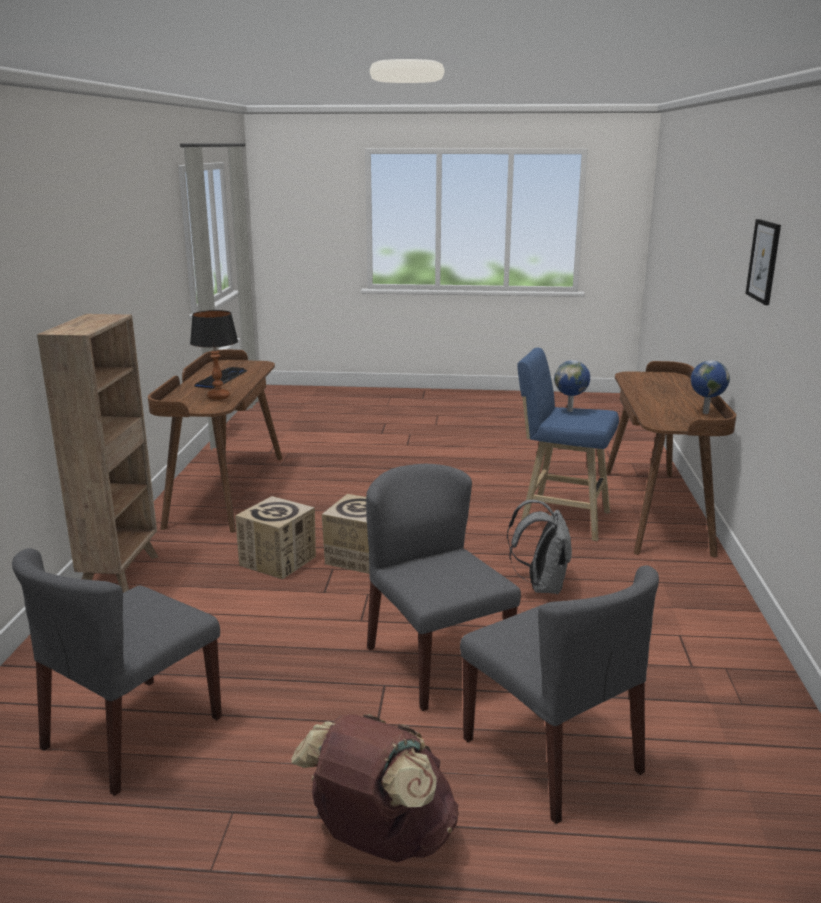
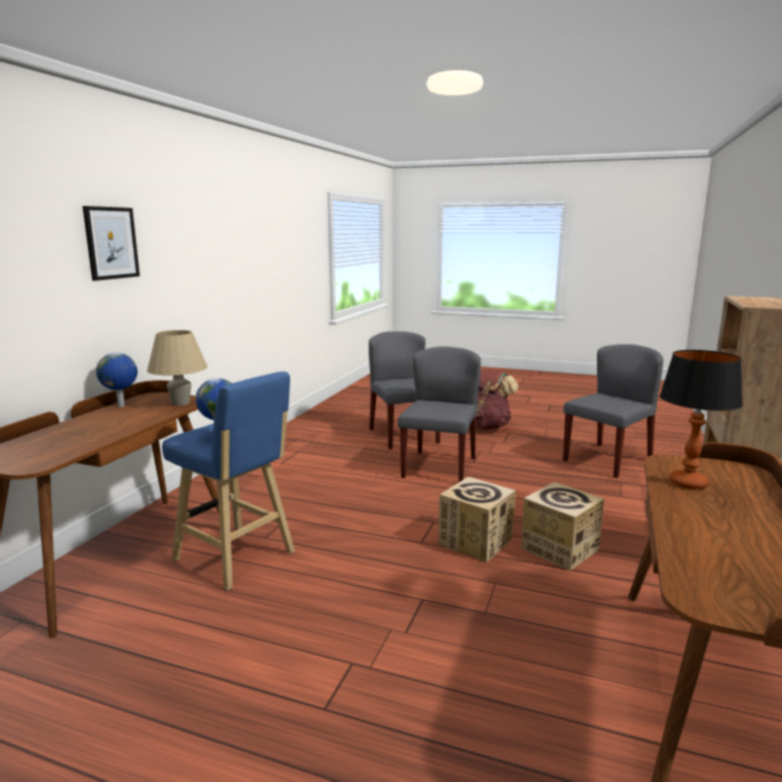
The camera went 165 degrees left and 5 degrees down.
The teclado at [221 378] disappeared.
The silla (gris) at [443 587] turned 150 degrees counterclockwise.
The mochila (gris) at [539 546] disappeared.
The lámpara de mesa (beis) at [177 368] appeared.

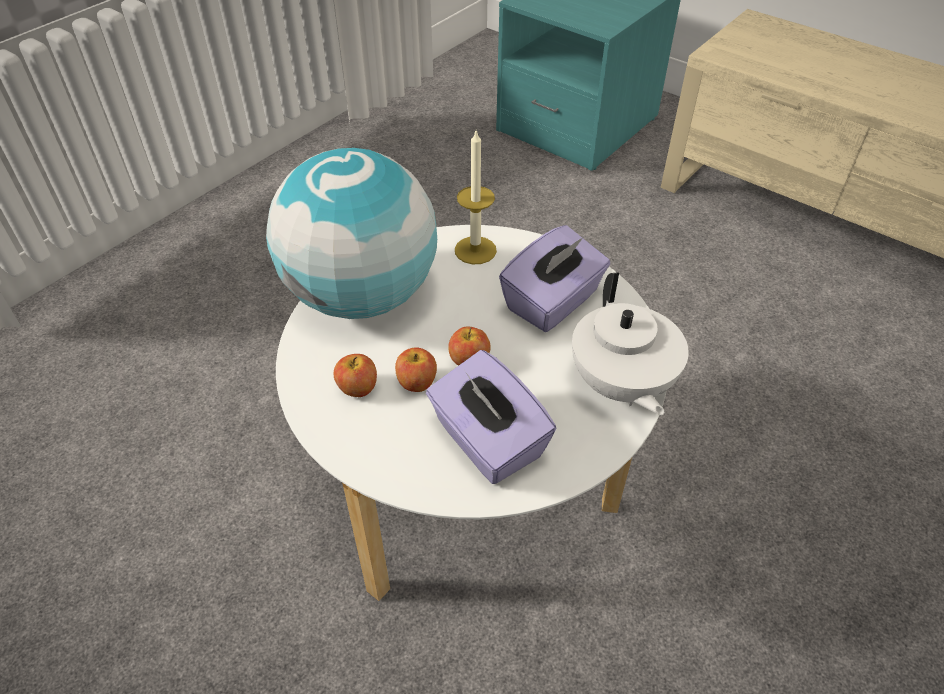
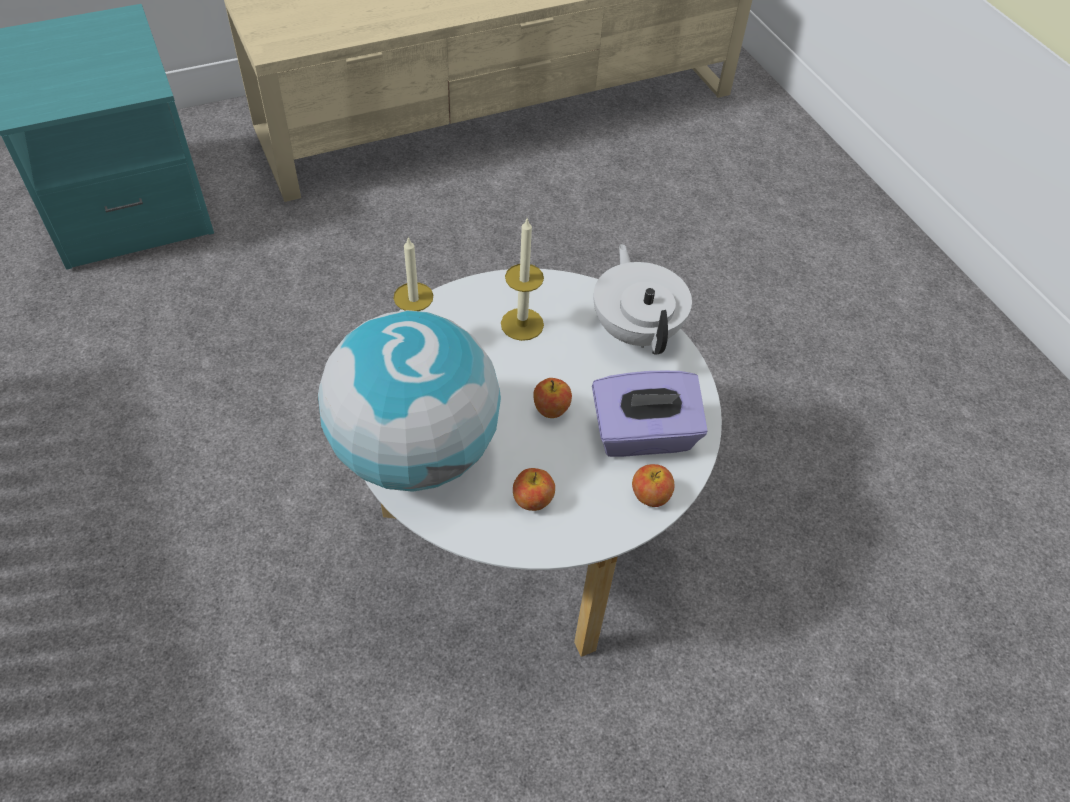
The camera went 65 degrees left and 5 degrees up.
The manzana moved from [416 369] to [653 485].
The caja de pañuelos (morado) at [554 278] was replaced by the vela at [522 280].
The tetera (blanco) at [630 344] turned 120 degrees counterclockwise.

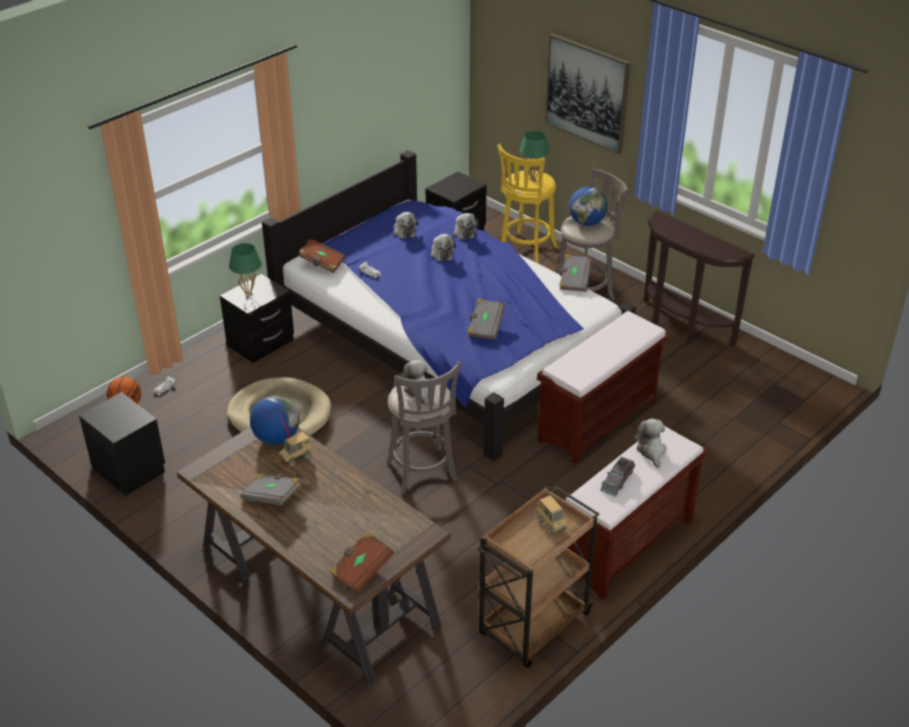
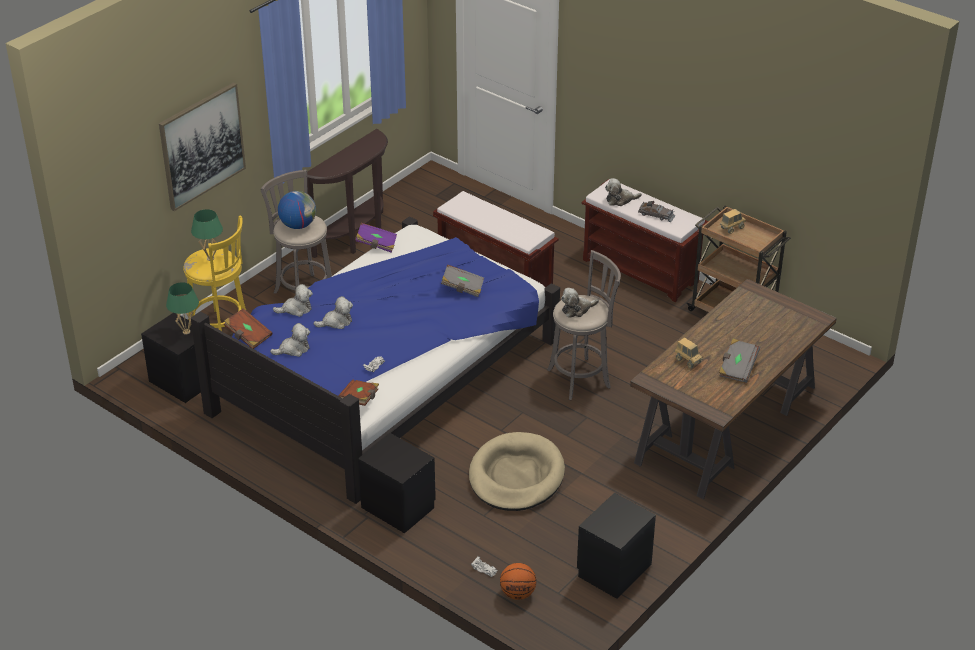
The camera went 95 degrees left and 0 degrees up.
The lámpara de mesa (verde) moved from [245 270] to [182 308].
The globo terráqueo at [275 420] disappeared.
The libro (marrón) moved from [361 562] to [248 328].
The libro (gris) at [575 273] became the libro (morado) at [376 238].

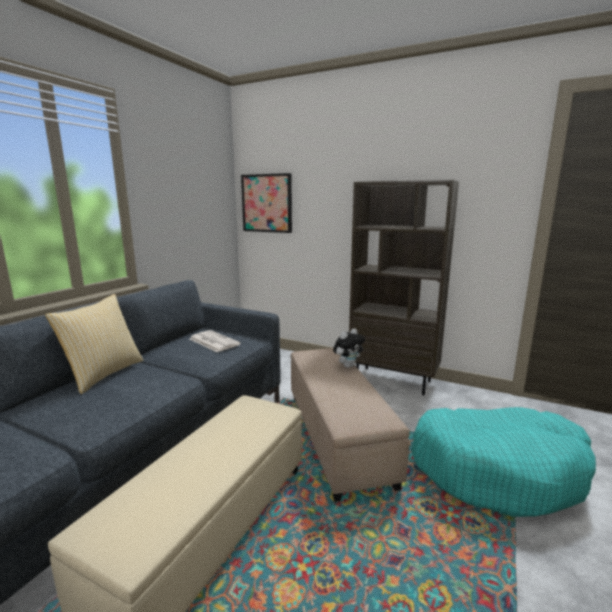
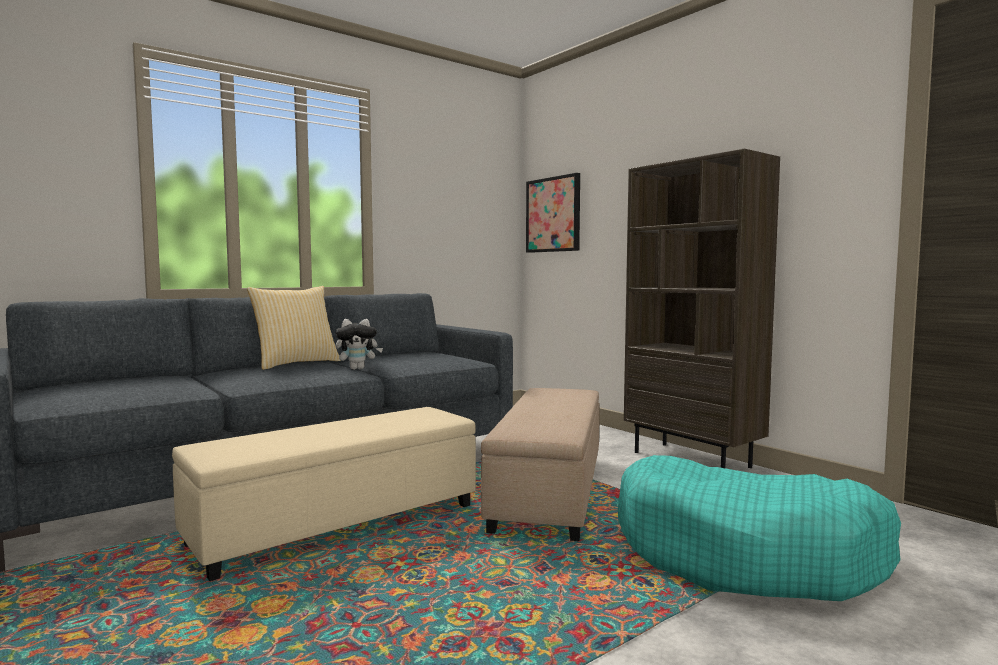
The camera went 25 degrees right and 10 degrees down.
The periódico at [215 341] disappeared.
The peluche moved from [349 348] to [359 344].

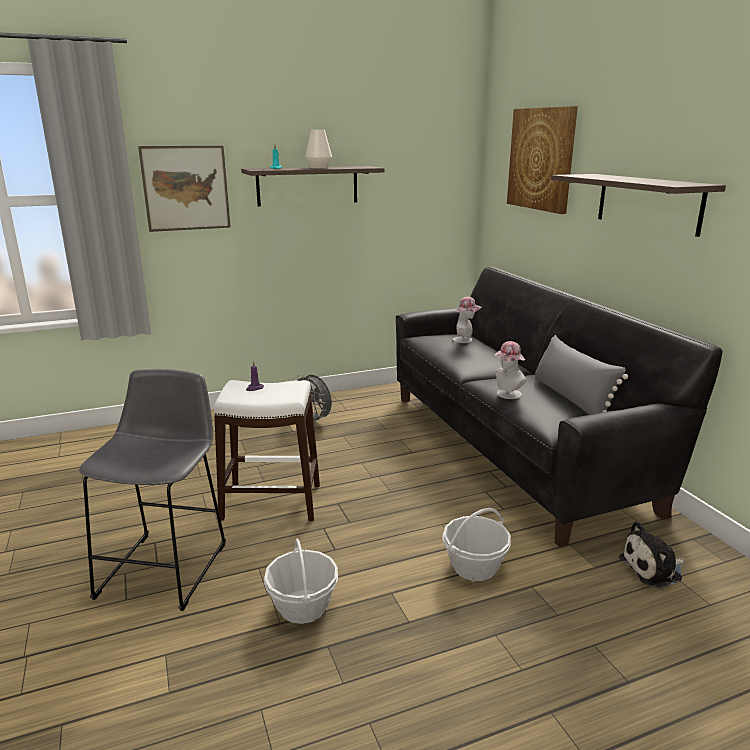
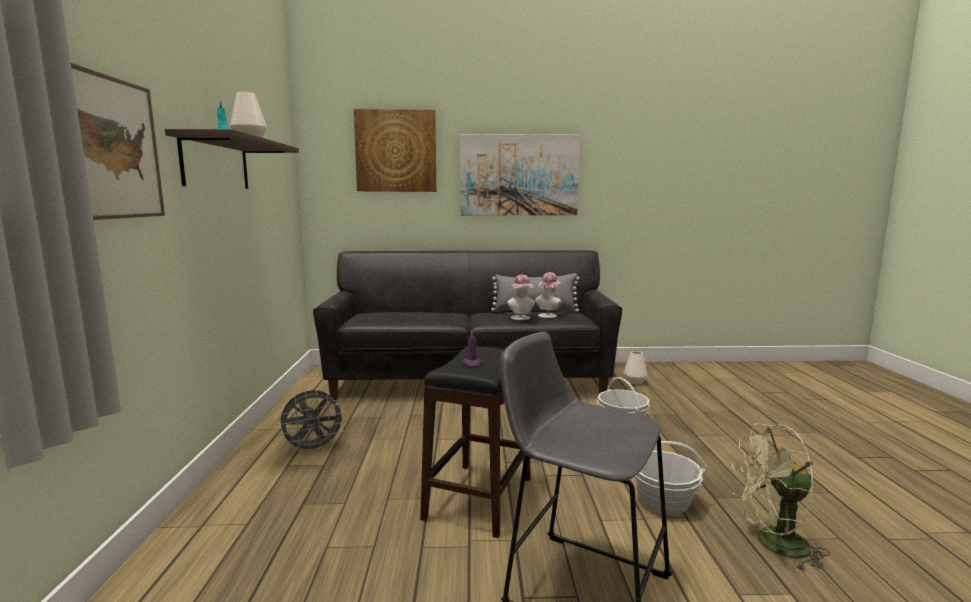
The camera went 70 degrees left and 10 degrees down.
The taburete (blanco) at [267 450] became the taburete (negro) at [475 442].
The sombrero moved from [467 320] to [548 295].
The estante at [638 205] was replaced by the cuadro at [520 174].
The peluche at [652 554] was replaced by the florero (blanco) at [636 368].
The ventilador (verde) at [781 497] appeared.

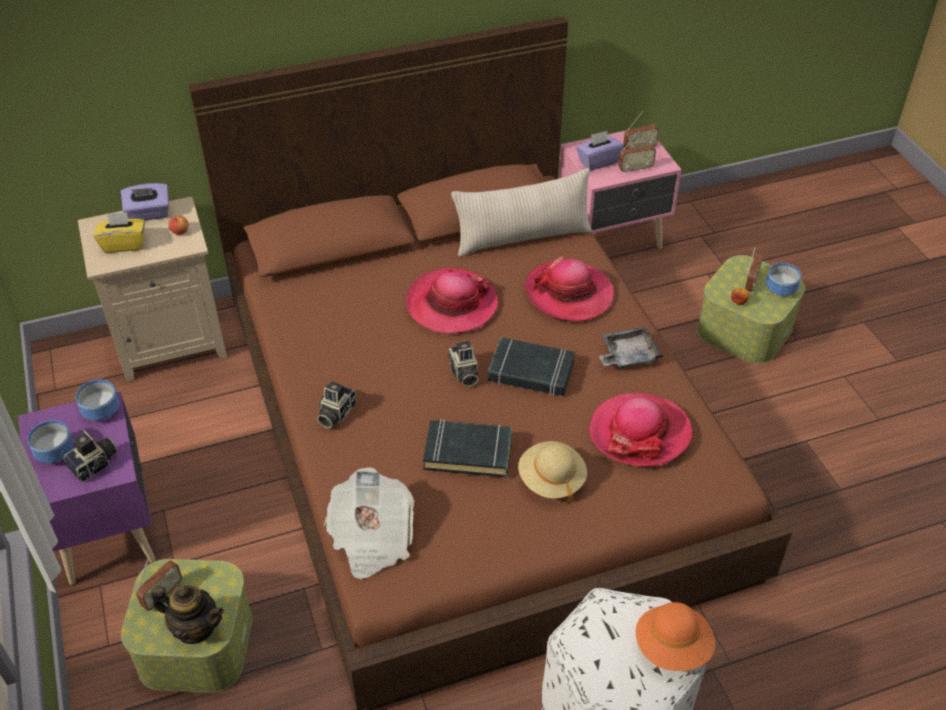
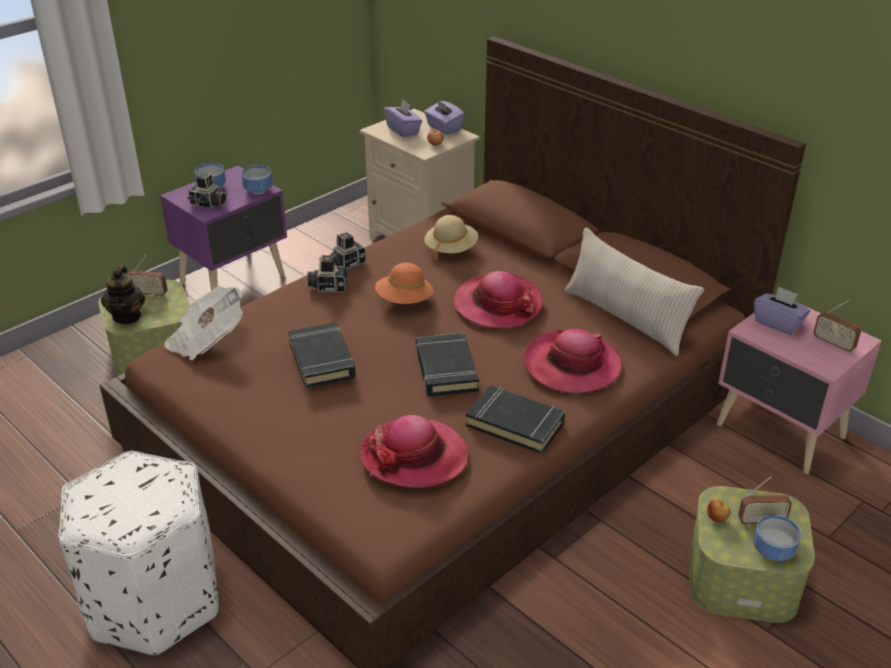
The camera went 65 degrees right and 10 degrees down.
The caja de pañuelos (amarillo) at [119 232] became the caja de pañuelos (morado) at [403 118].
The cámara moved from [463 364] to [347 251].
The sombrero (beis) moved from [552 472] to [451 238].
The bandeja (gris) at [631 348] was replaced by the libro (negro) at [515 419].
The radio at [637 152] disappeared.
The sombrero (naranja) moved from [675 636] to [404 283].

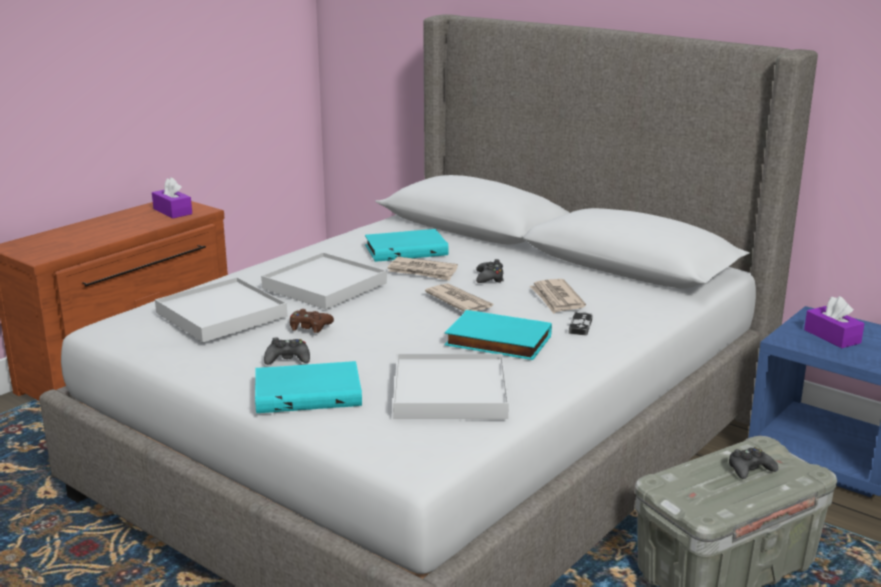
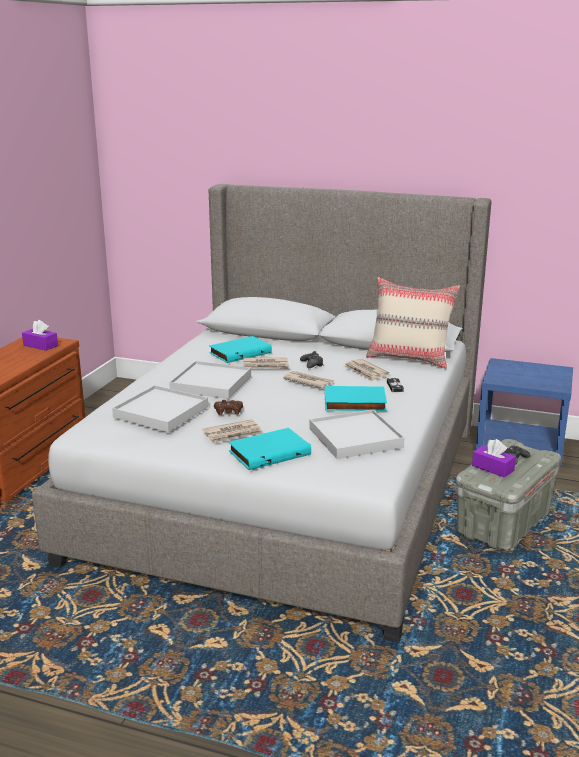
The camera went 20 degrees left and 0 degrees up.
The mando de consola (negro) at [287 351] was replaced by the periódico at [233 431].
The caja de pañuelos (morado) moved from [834 322] to [494 458].
The cojín (beis) at [413 323] appeared.

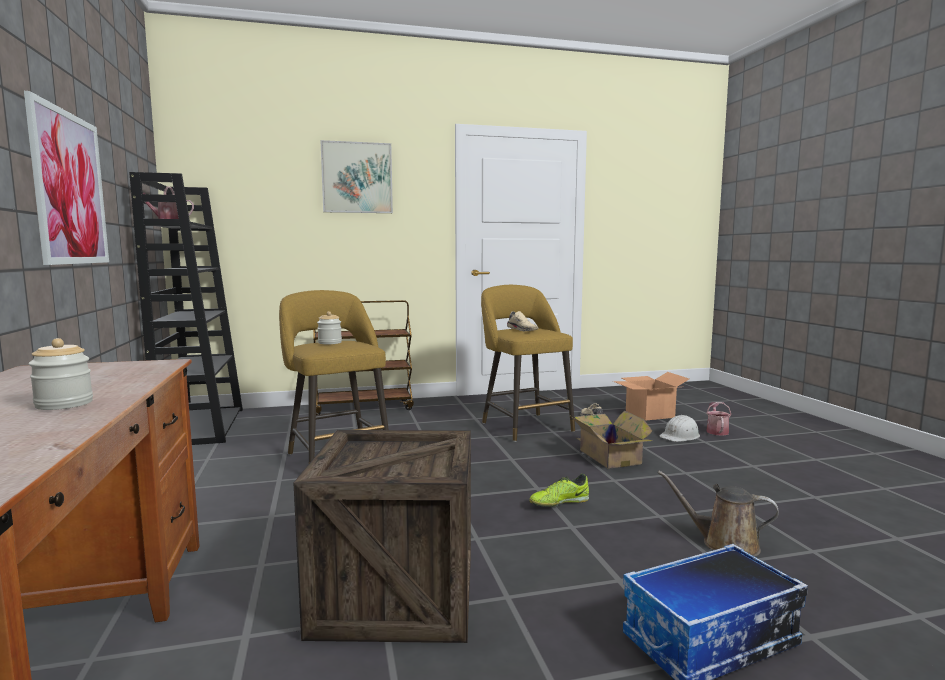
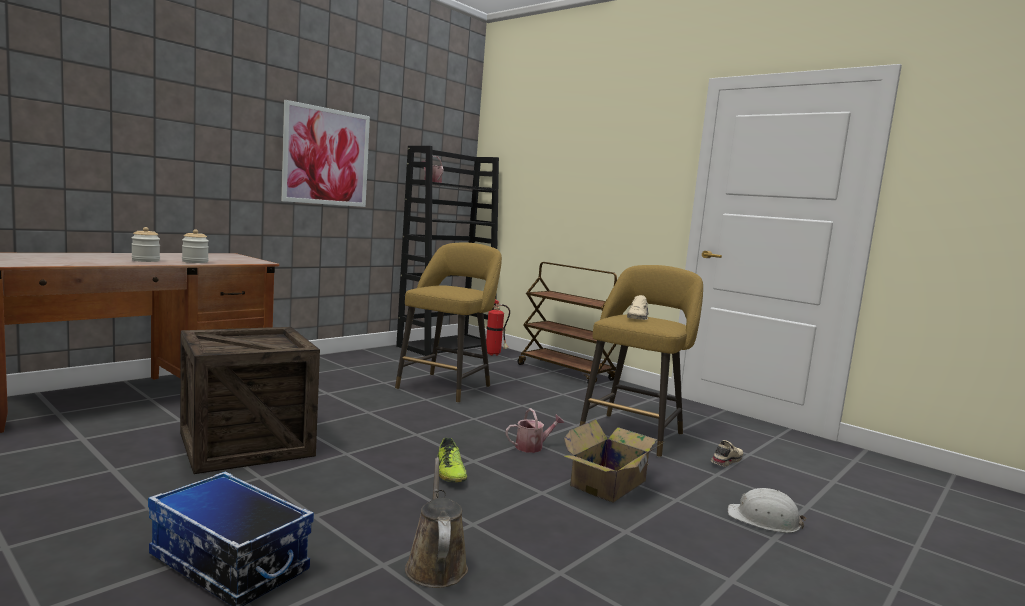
The camera went 55 degrees right and 0 degrees up.
The tarro moved from [329 327] to [195 246].
The cuadro at [356 176] disappeared.
The zapato at [559 490] turned 135 degrees counterclockwise.
The caja de cartón at [651 396] disappeared.
The regadera moved from [718 419] to [535 430].
The extintor at [498 327] appeared.

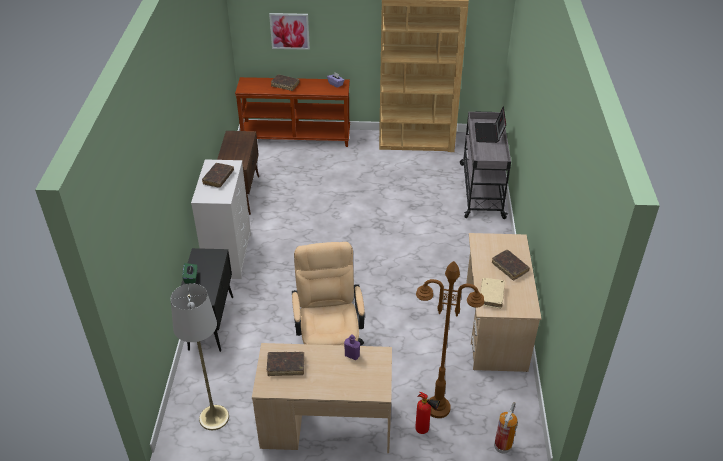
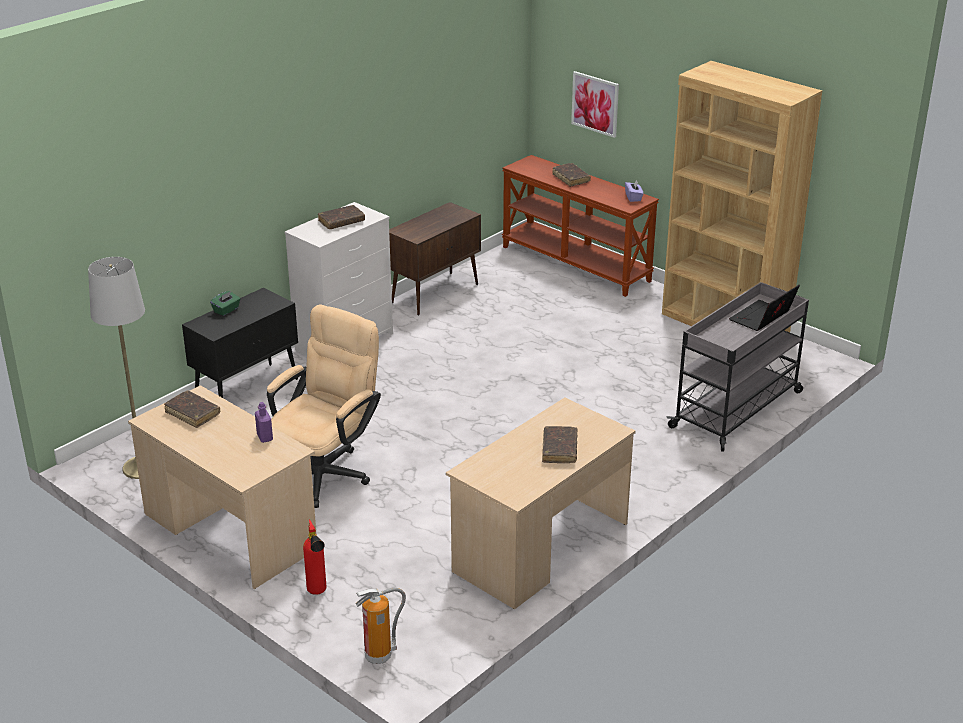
The camera went 40 degrees right and 10 degrees down.
The lámpara de pie (marrón) at [450 339] disappeared.
The libro (beis) at [492 293] disappeared.

